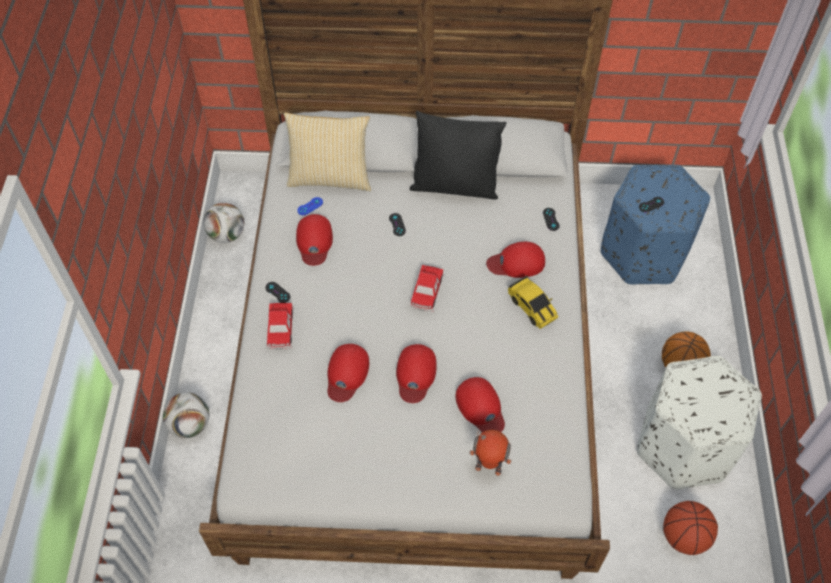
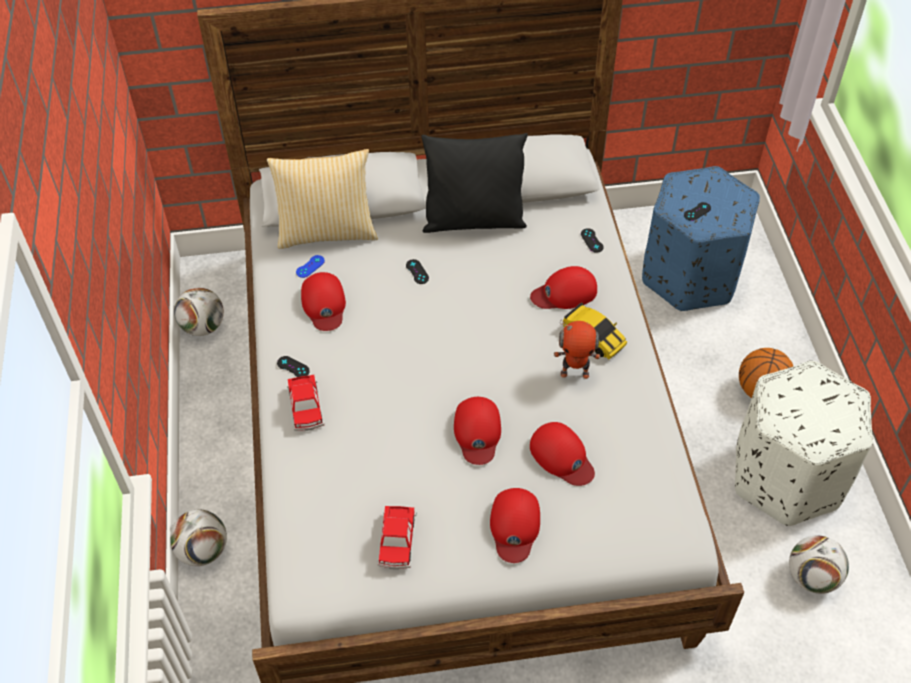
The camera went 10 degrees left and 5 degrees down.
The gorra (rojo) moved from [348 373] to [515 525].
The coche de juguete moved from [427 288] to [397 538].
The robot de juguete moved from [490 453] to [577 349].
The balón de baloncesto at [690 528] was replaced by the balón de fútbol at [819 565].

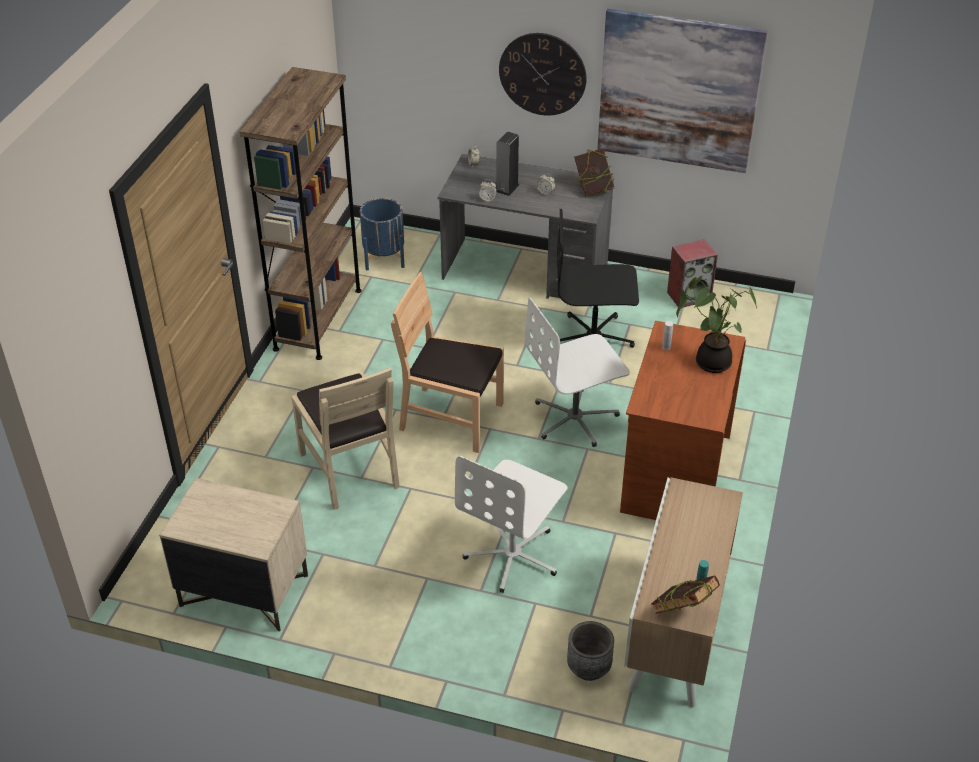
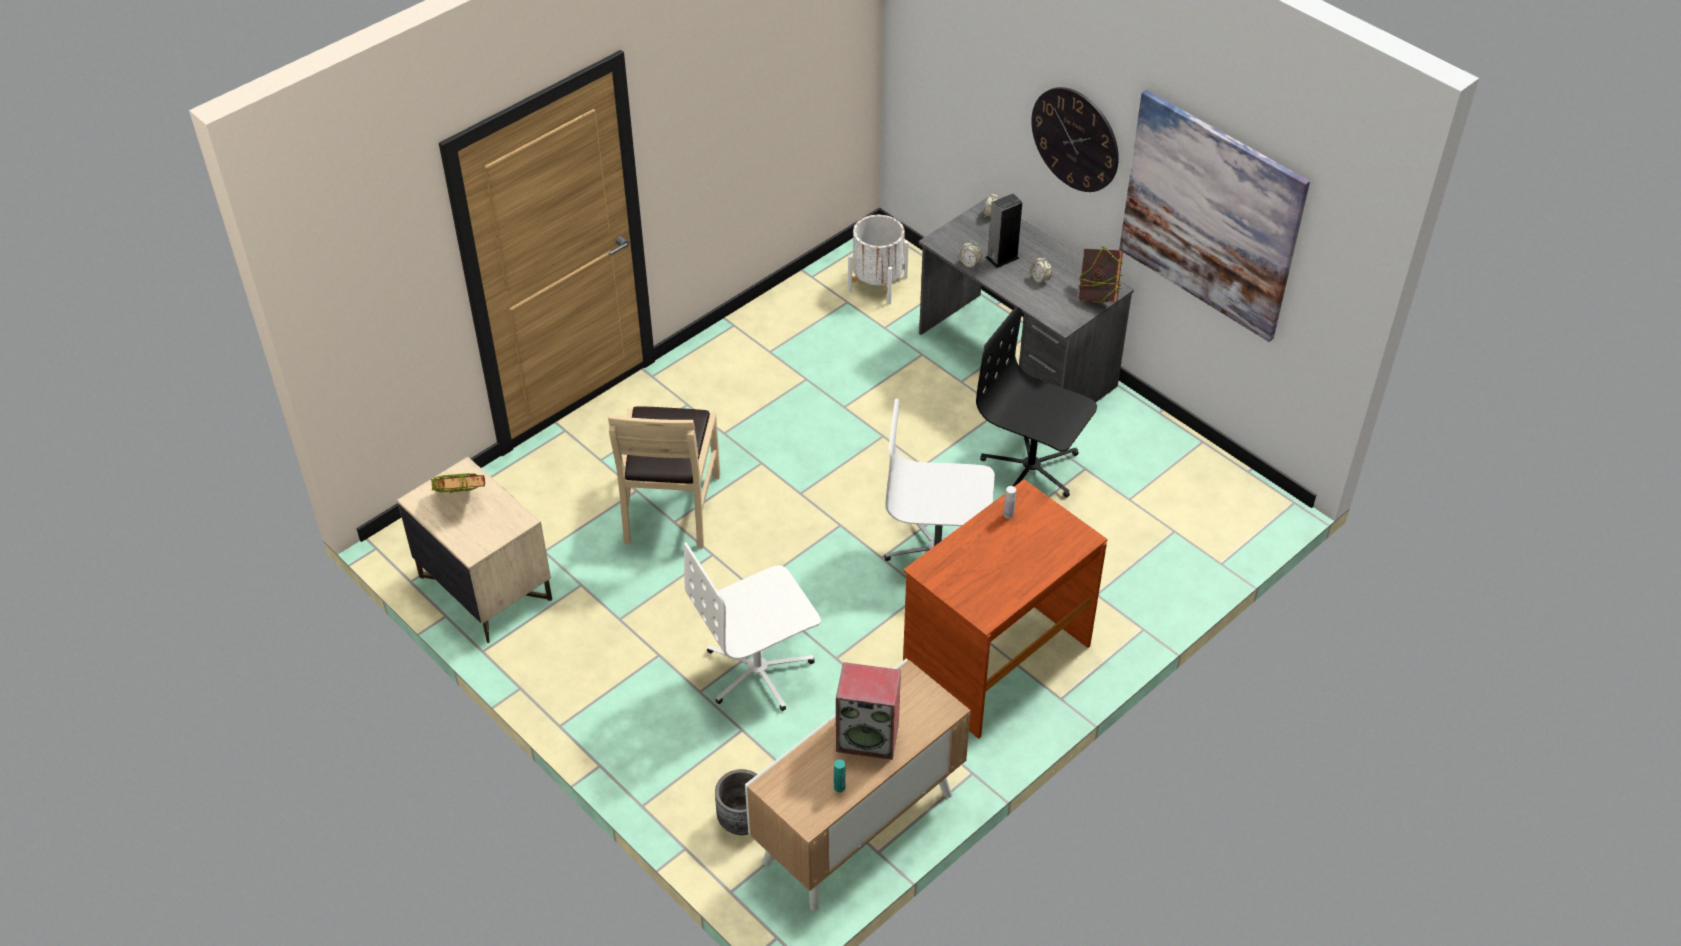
The camera went 30 degrees right and 5 degrees up.
The estantería (marrón) at [301 213] disappeared.
The maceta (azul) at [382 234] became the maceta (blanco) at [878 260].
The silla (marrón) at [447 362] disappeared.
The libro moved from [685 595] to [457 483].
The altavoz moved from [692 273] to [868 711].
The planta en maceta at [716 324] disappeared.

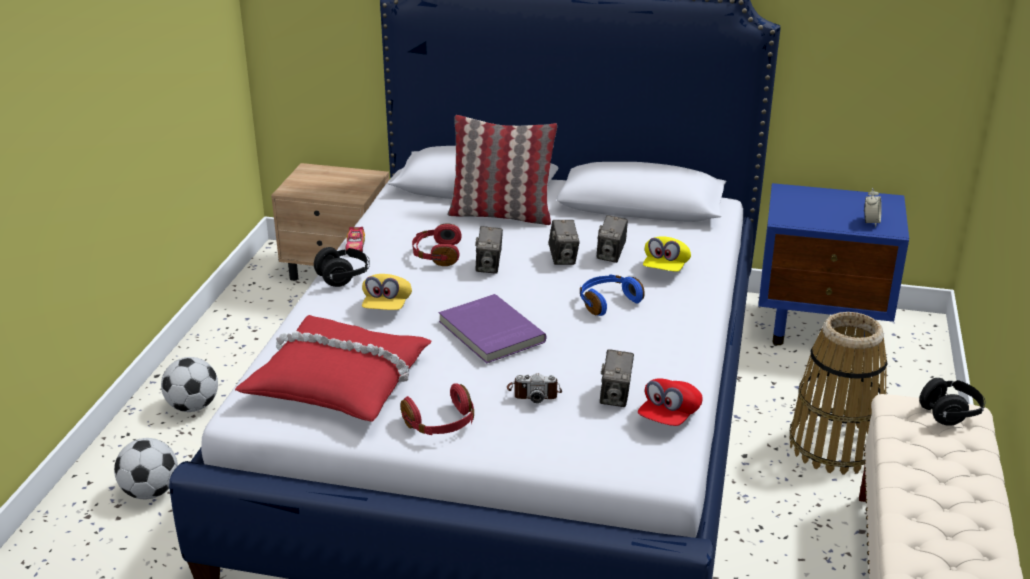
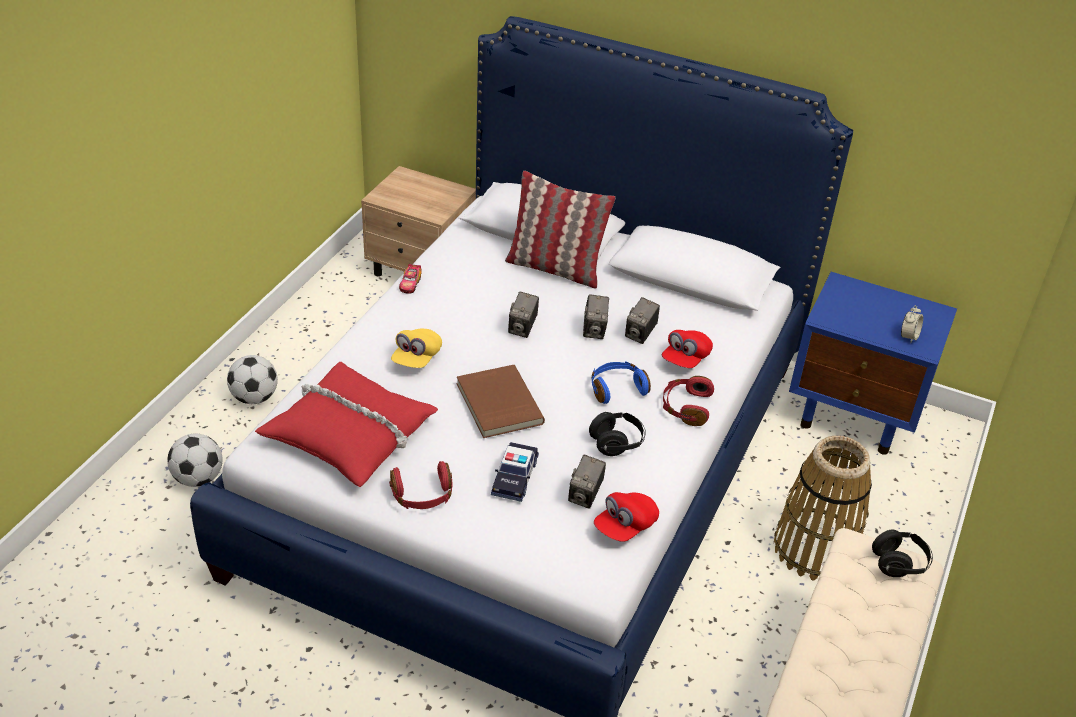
The camera went 10 degrees right and 10 degrees up.
The auriculares (negro) moved from [342 267] to [617 434].
The auriculares (rojo) moved from [437 245] to [688 401].
The libro (morado) at [492 328] became the libro (marrón) at [501 401].
The cámara at [534 388] was replaced by the coche de juguete at [515 472].
The gorra (amarillo) at [667 254] became the gorra (rojo) at [687 349].

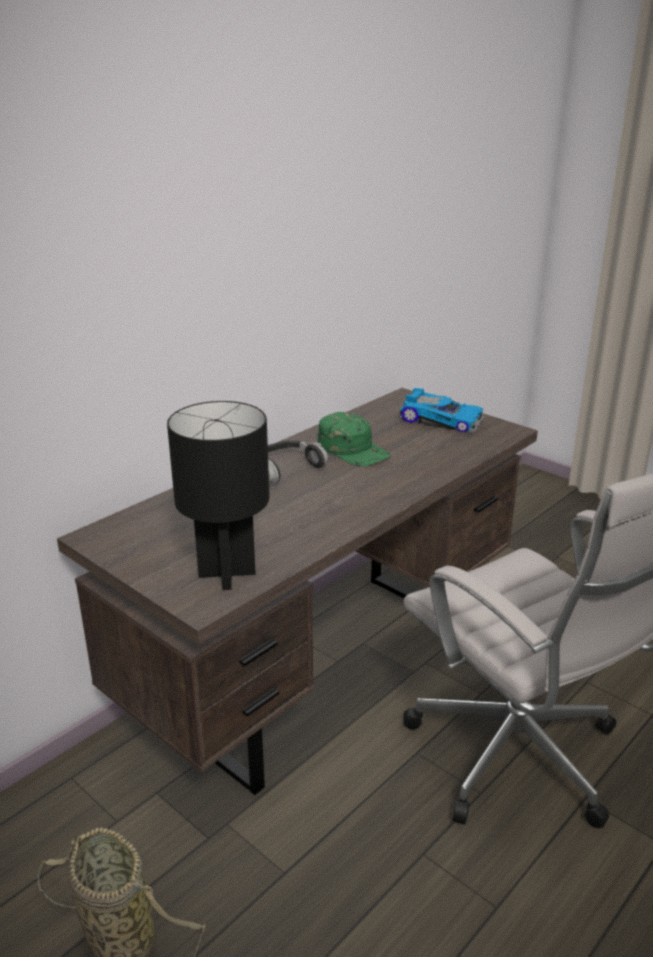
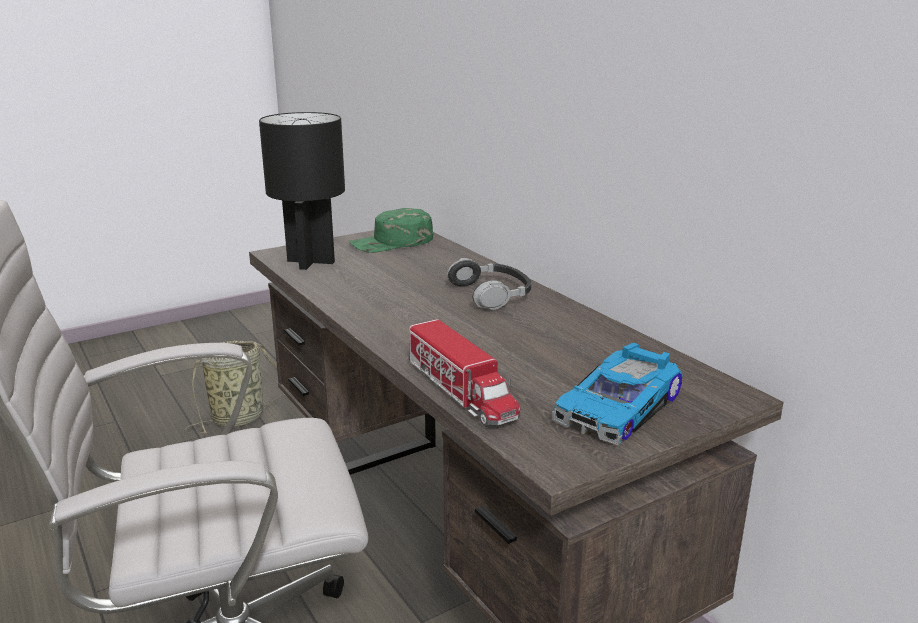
The camera went 105 degrees right and 5 degrees down.
The gorra (verde) moved from [354 439] to [391 230].
The camión de juguete at [464 373] appeared.

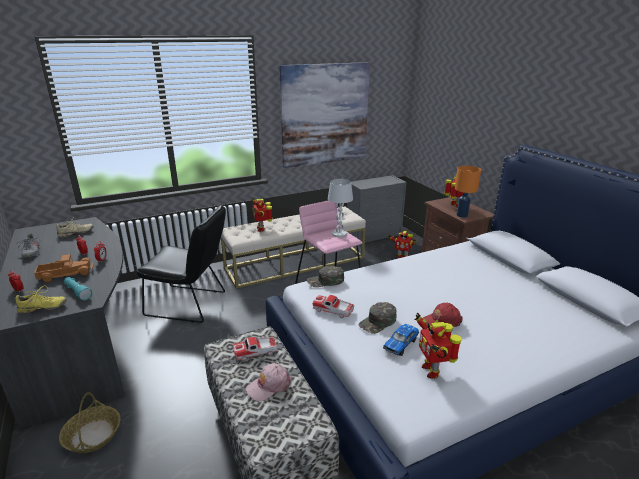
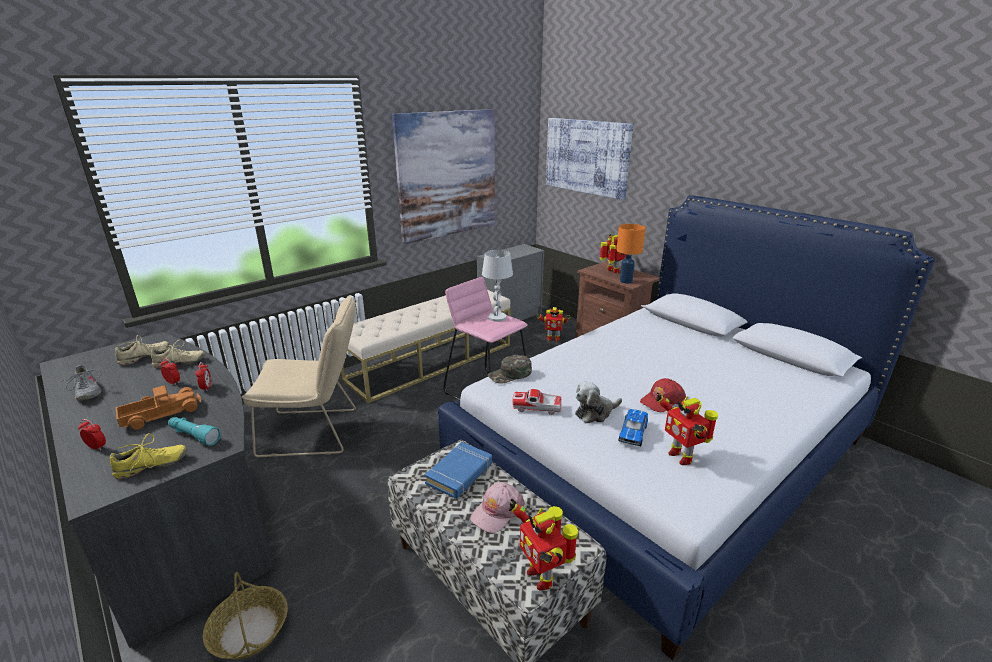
The camera went 15 degrees left and 0 degrees up.
The silla (negro) at [181 263] became the silla (beis) at [299 376].
The coche de juguete at [255 349] was replaced by the libro (azul) at [458 470].
The robot de juguete moved from [262 215] to [543 544].
The gorra (verde) at [377 318] was replaced by the peluche at [598 402].
The zapato (beis) at [178 353] appeared.
The cuadro at [589 159] appeared.

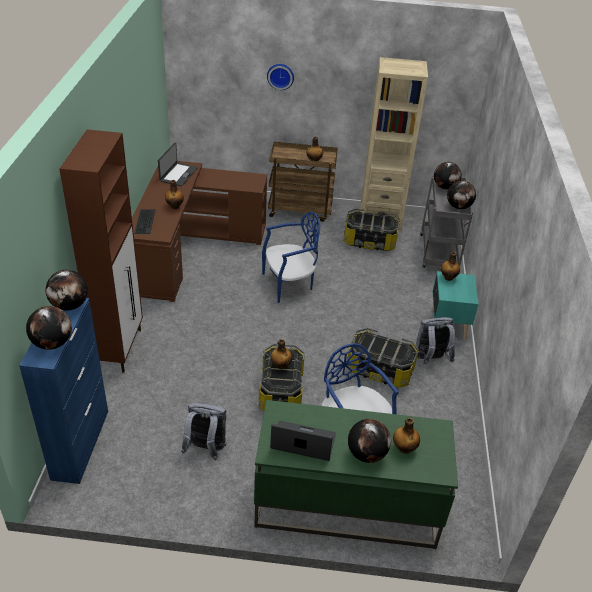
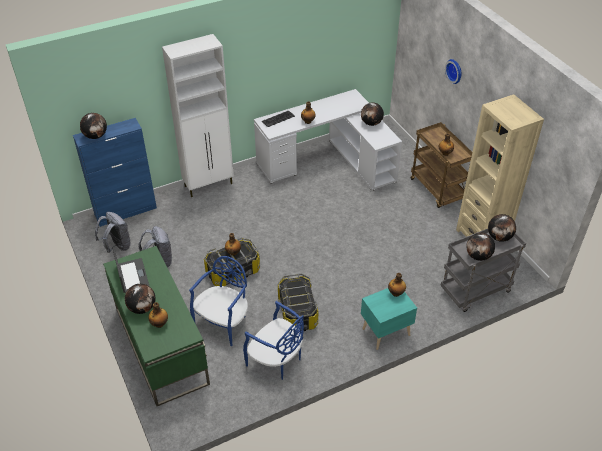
The camera went 60 degrees right and 5 degrees up.
The globo terráqueo moved from [67 290] to [372 114].
The armario (marrón) at [101 251] became the armario (blanco) at [198 115].
The escritorio (marrón) at [199 231] became the escritorio (blanco) at [328 140].
The portátil at [178 164] disappeared.
The silla (azul) moved from [291 257] to [273 340].
The caja de almacenaje at [372 230] disappeared.
The mochila (gris) moved from [435 340] to [112 232].

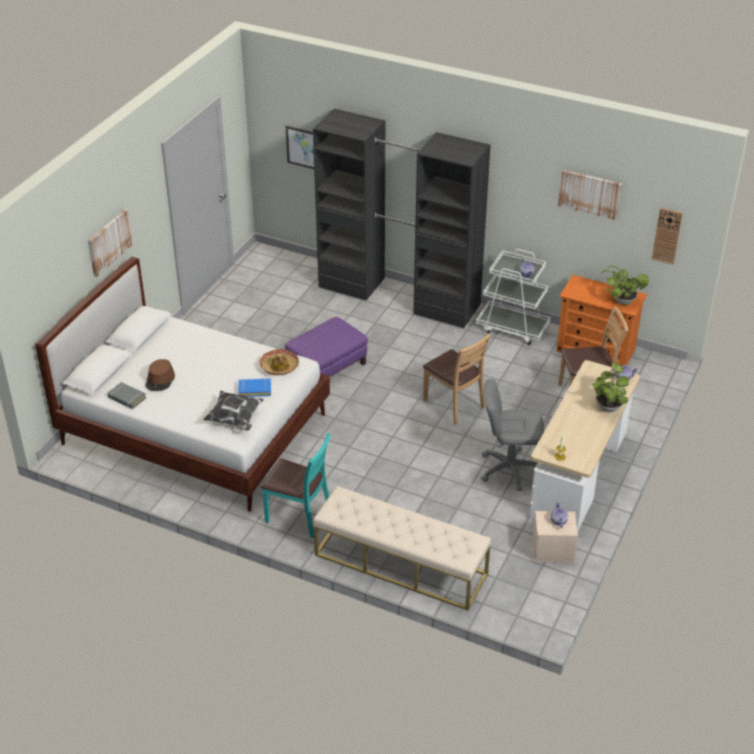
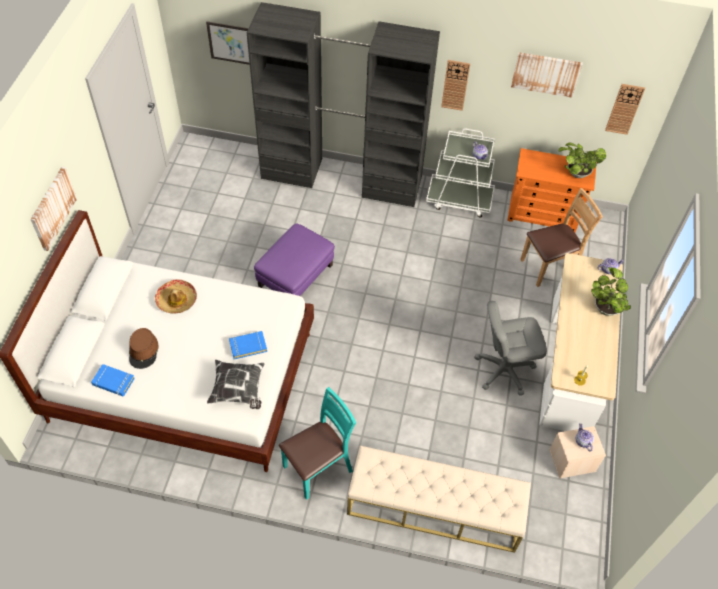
The camera went 15 degrees left and 15 degrees up.
The libro (gris) at [127 395] became the libro (azul) at [113 380].
The sombrero moved from [279 362] to [176 296].
The silla (turquesa) at [296 485] turned 45 degrees counterclockwise.
The silla (marrón) at [457 379] disappeared.
The reloj de pared at [455 85] appeared.

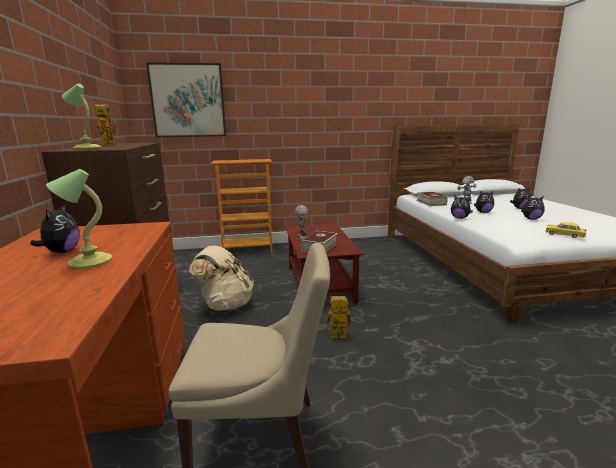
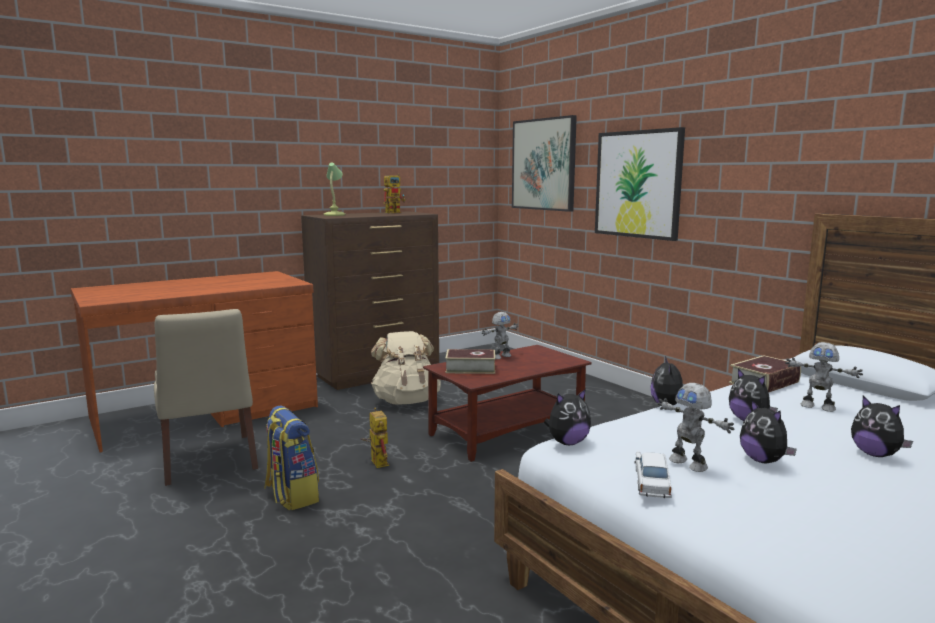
The camera went 65 degrees right and 5 degrees down.
The peluche moved from [55 228] to [567 417].
The lámpara de mesa at [79 218] disappeared.
The estantería at [242 206] disappeared.
The coche de juguete (amarillo) at [565 230] became the coche de juguete (blanco) at [653 474].
The mochila at [291 458] appeared.
The cuadro at [640 184] appeared.
The robot de juguete at [696 427] appeared.

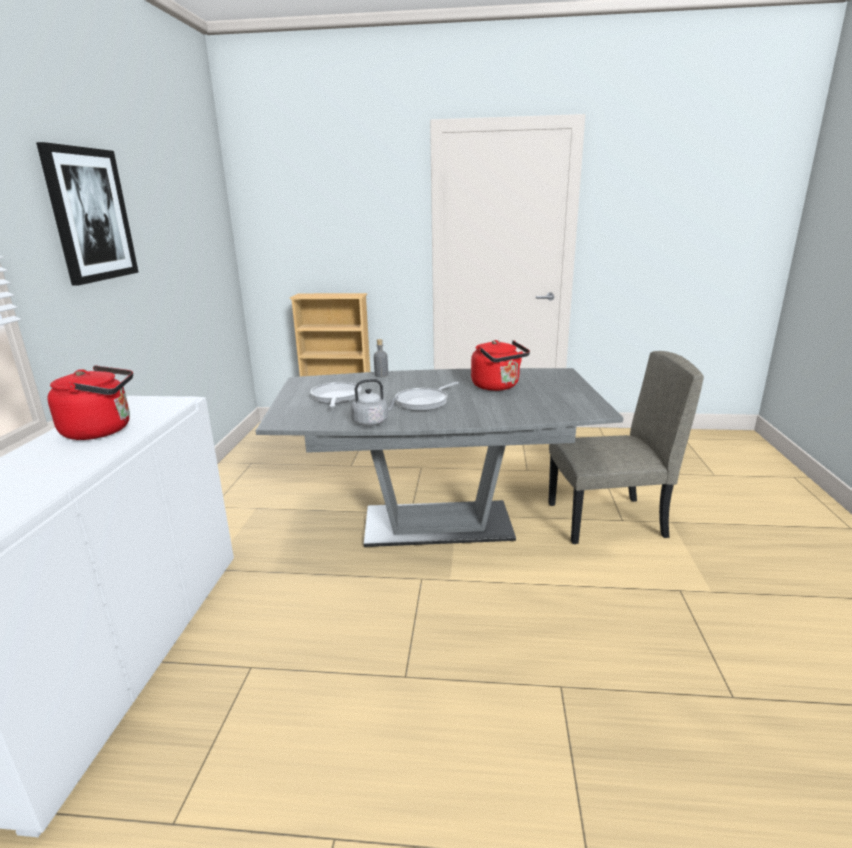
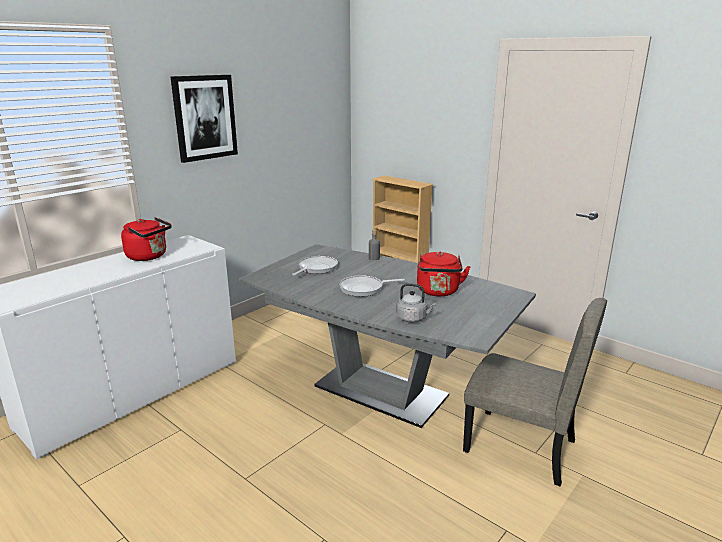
The camera went 35 degrees right and 0 degrees up.
The hervidor (gris) moved from [374 402] to [416 302].

